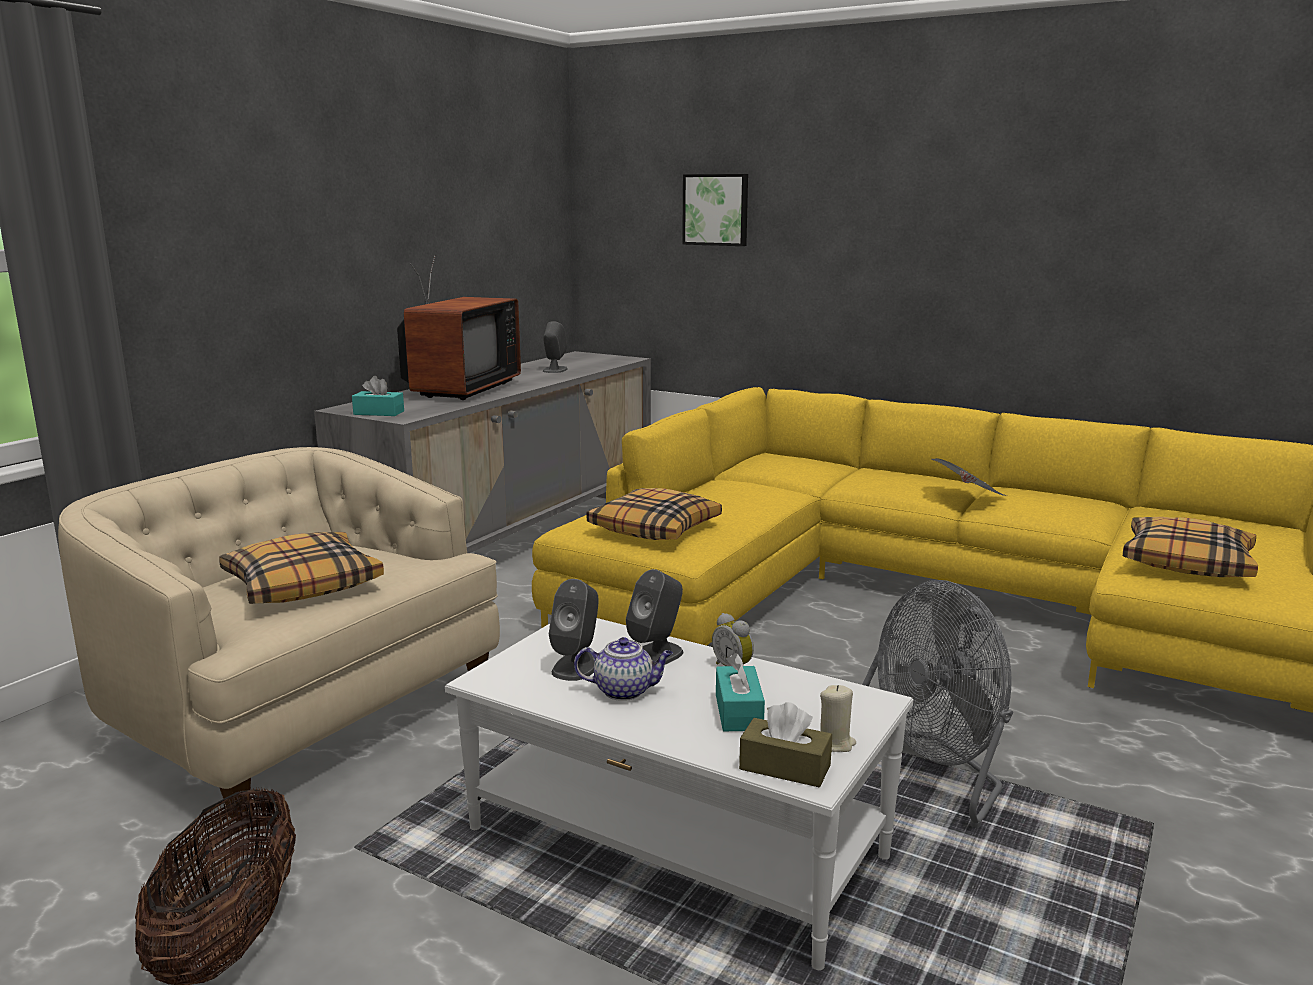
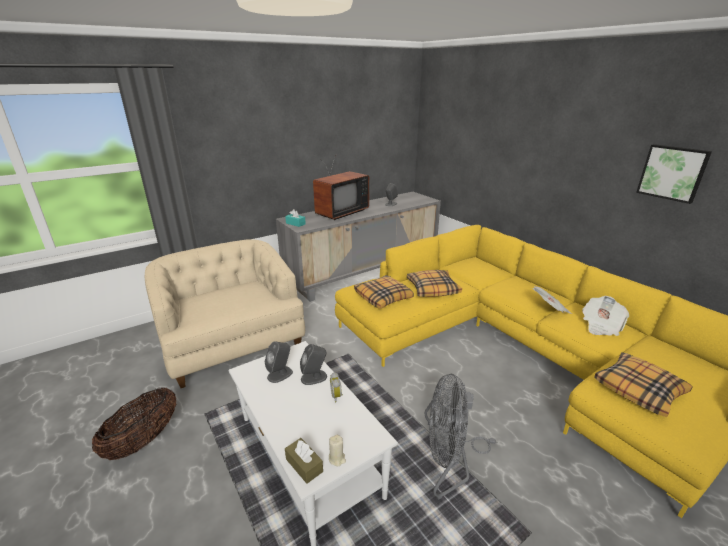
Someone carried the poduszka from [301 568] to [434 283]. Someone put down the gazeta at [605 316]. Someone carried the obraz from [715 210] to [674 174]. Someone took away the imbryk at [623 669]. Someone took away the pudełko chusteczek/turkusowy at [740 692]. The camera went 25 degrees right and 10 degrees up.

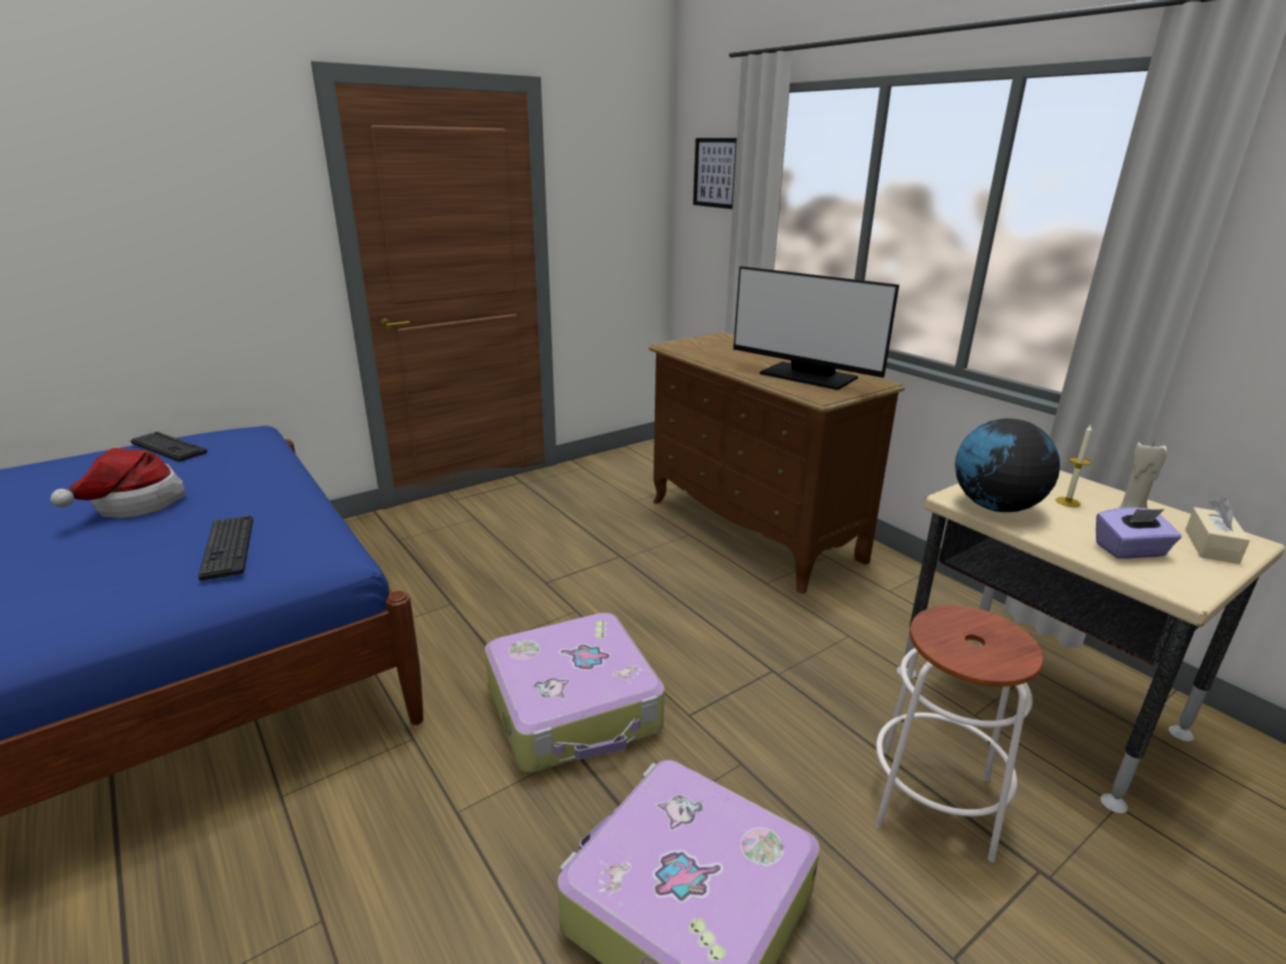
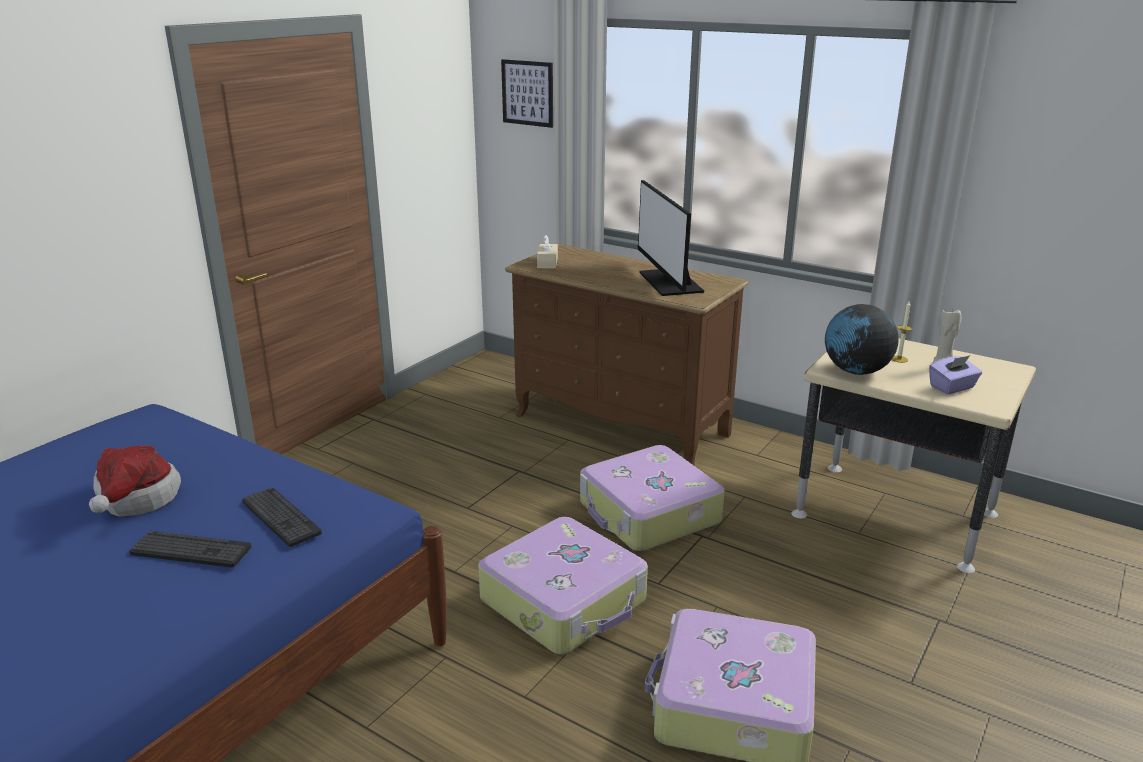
Someone carried the klawiatura from [169 447] to [190 549]. Someone carried the pudełko chusteczek/beżowy from [1217 531] to [547 252]. Someone put down the walizka at [652 498]. Someone rotated the monitor at [816 328] by 60 degrees clockwise. Someone took away the stołek/biały at [959 733]. The camera went 20 degrees left and 0 degrees up.

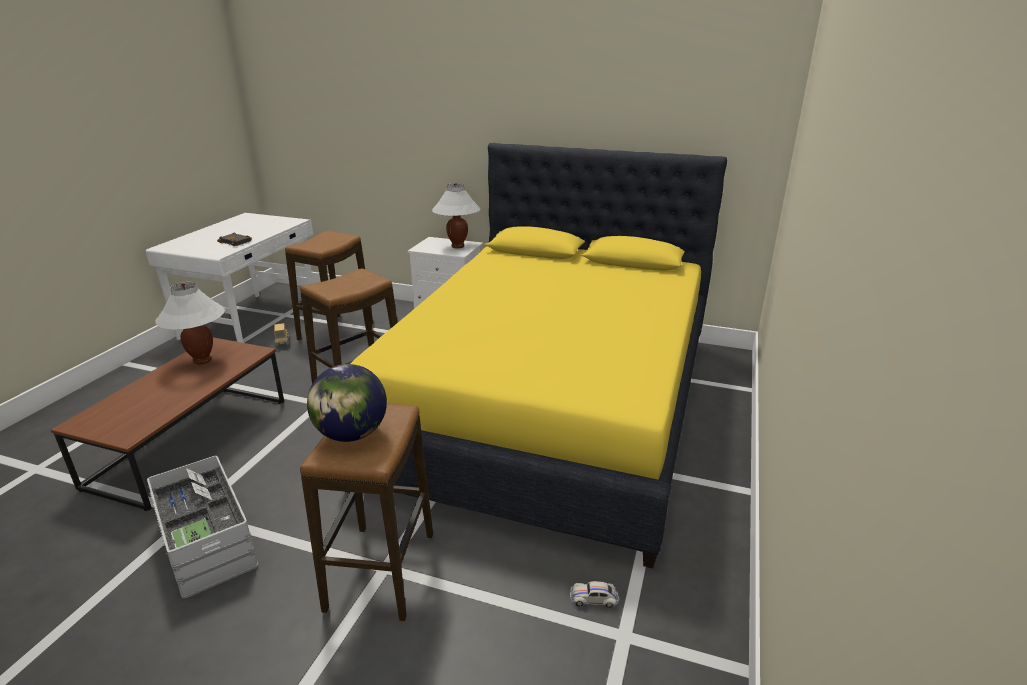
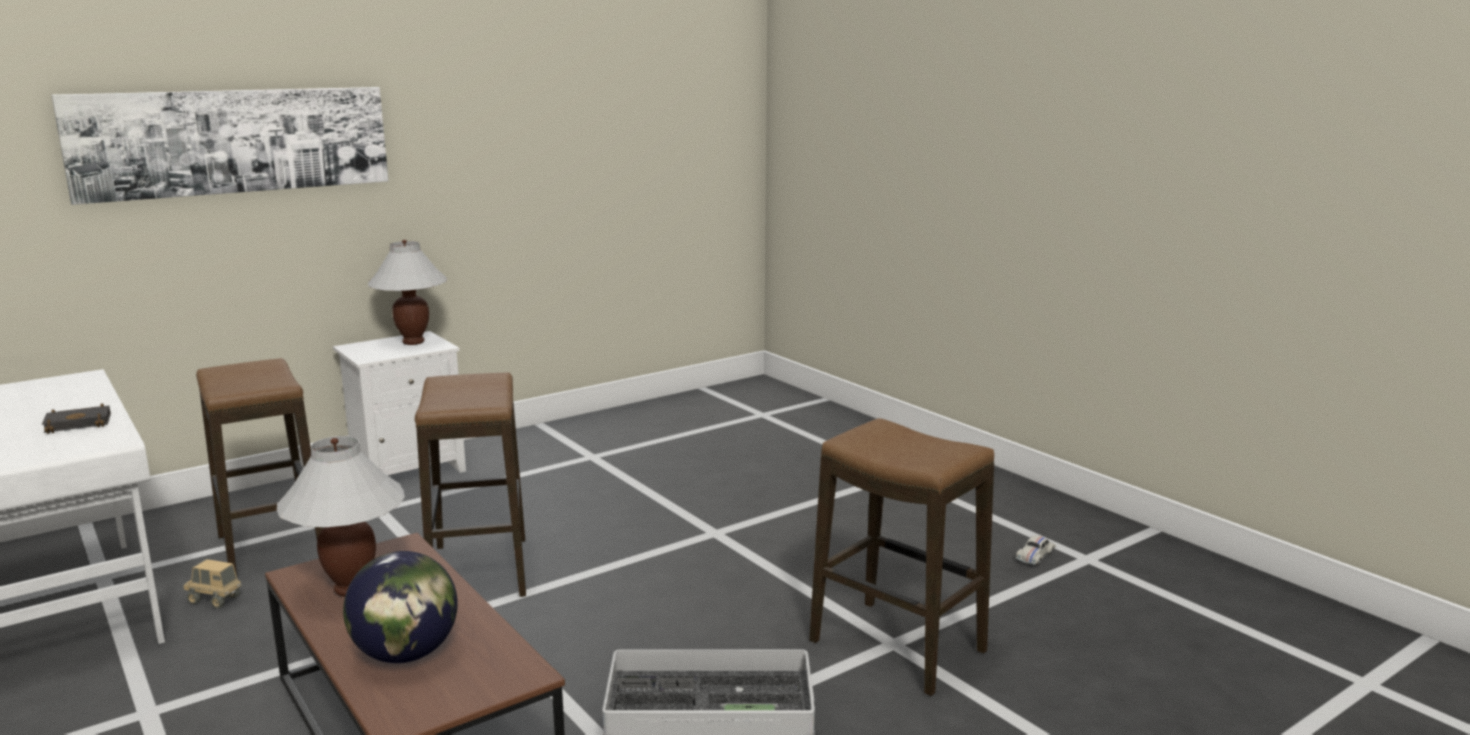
Someone put up the obraz at [219 146]. Someone carried the globus from [347 403] to [400 607]. Someone took away the łóżko/żółty at [535 355]. The camera went 55 degrees left and 10 degrees down.

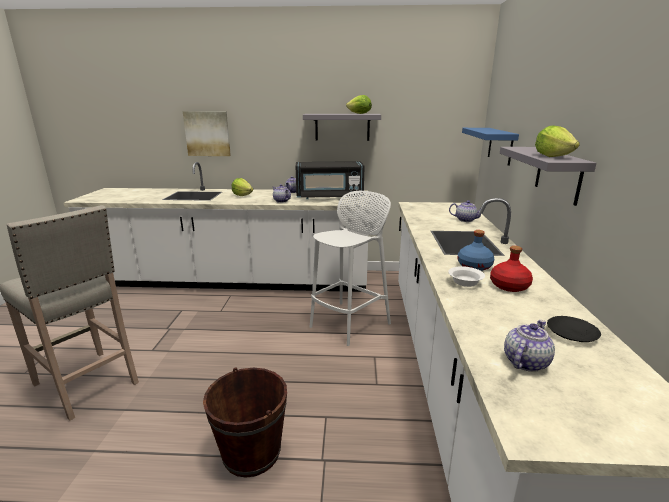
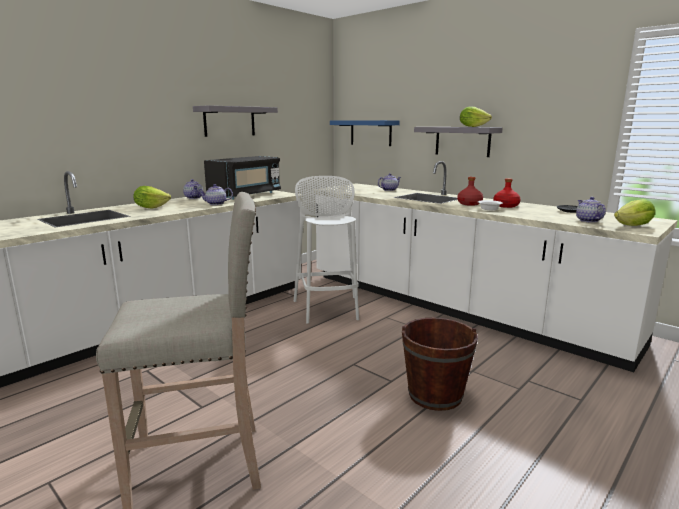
Someone repainted the butelka/niebieski at [476 250], which became the butelka/czerwony at [470 191]. Someone carried the sałata from [359 104] to [635 212]. Someone took away the obraz at [207 133]. The camera went 50 degrees left and 5 degrees down.

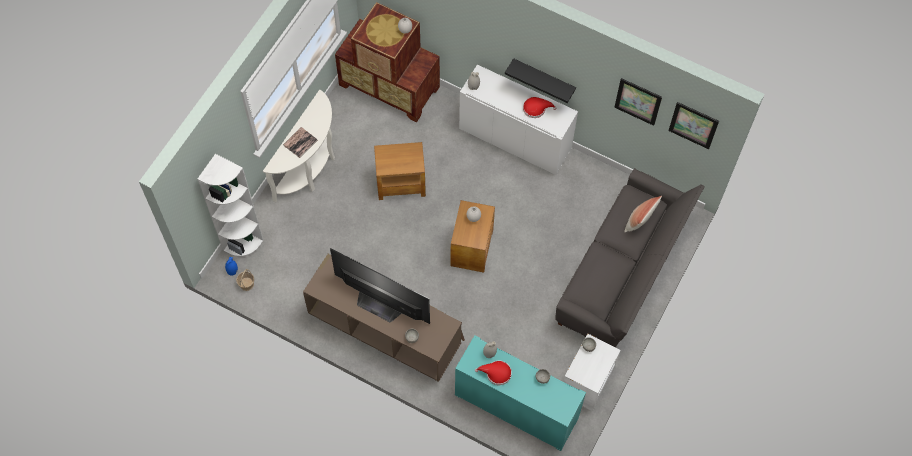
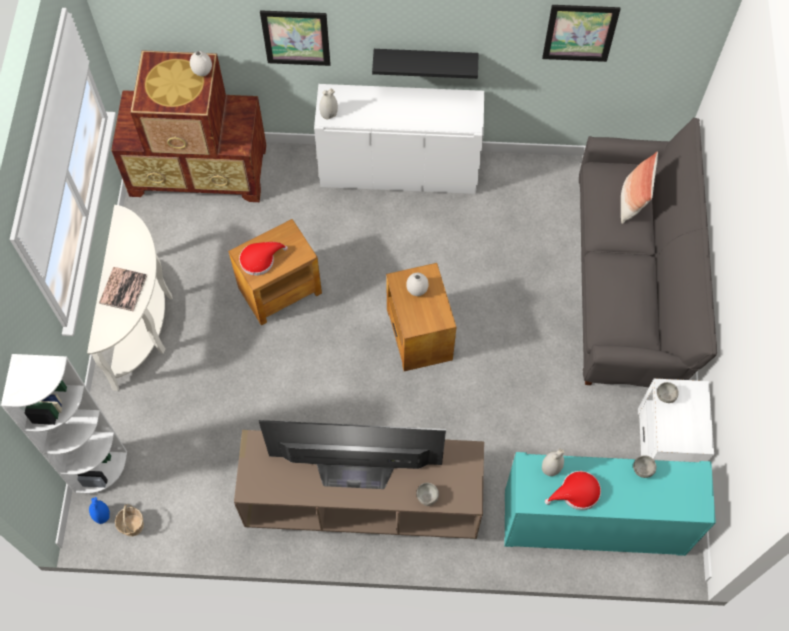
Someone carried the kapelusz/czerwony from [539 107] to [263 259]. Someone carried the obraz from [693 125] to [295 38]. The camera went 25 degrees left and 0 degrees up.

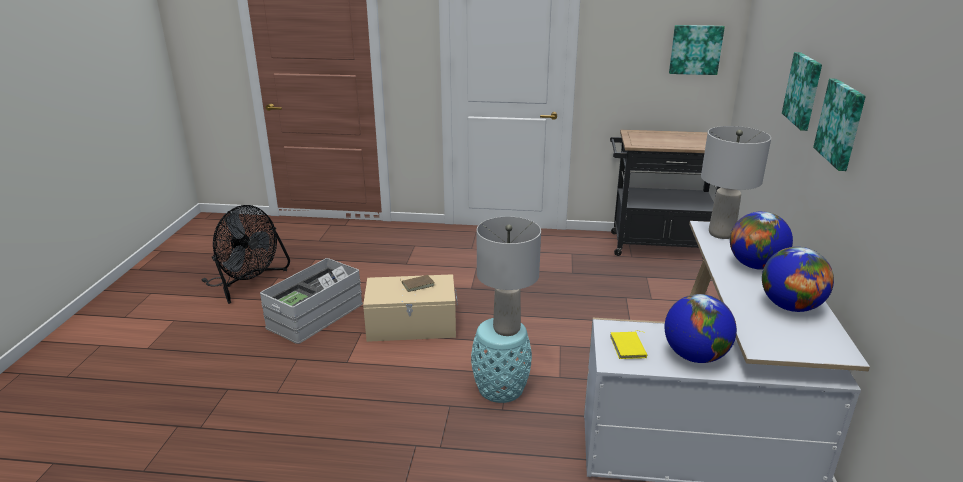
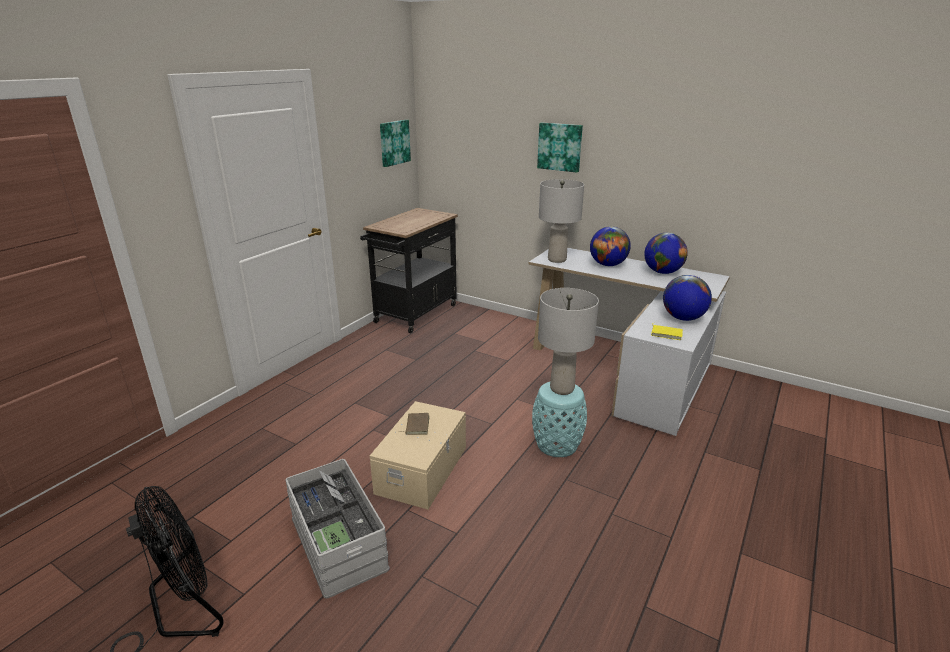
Someone took away the obraz at [839 124]. The camera went 65 degrees left and 0 degrees up.

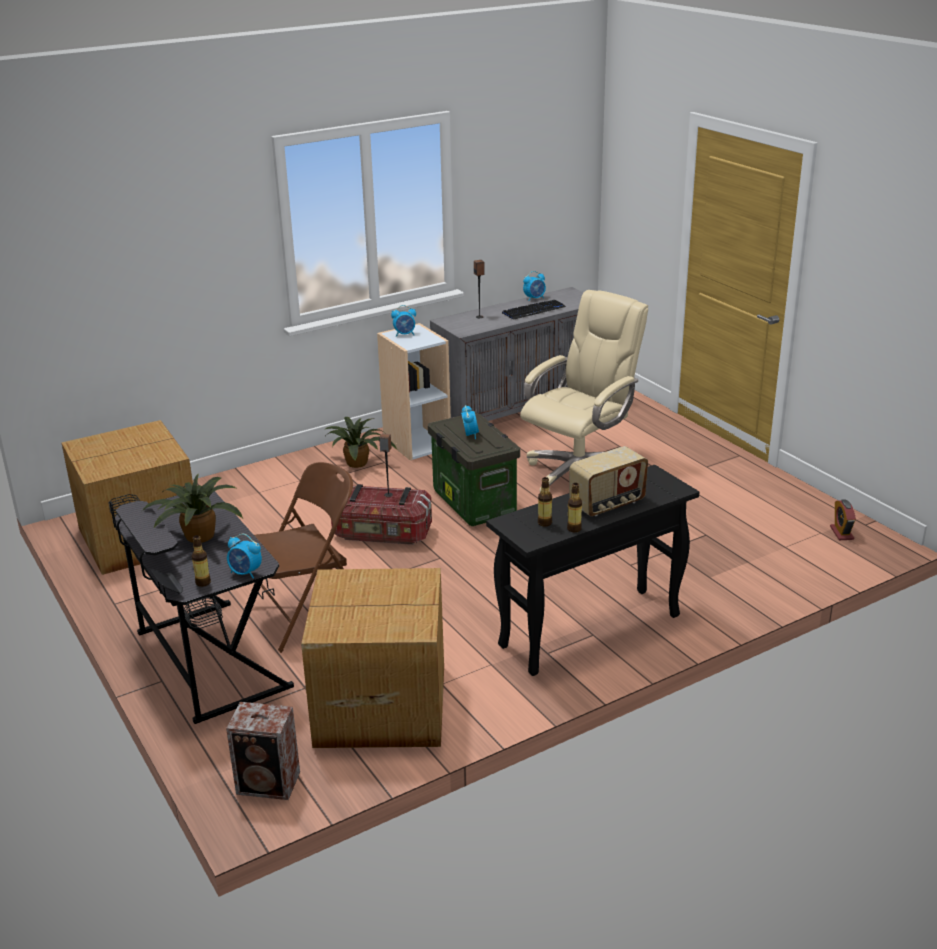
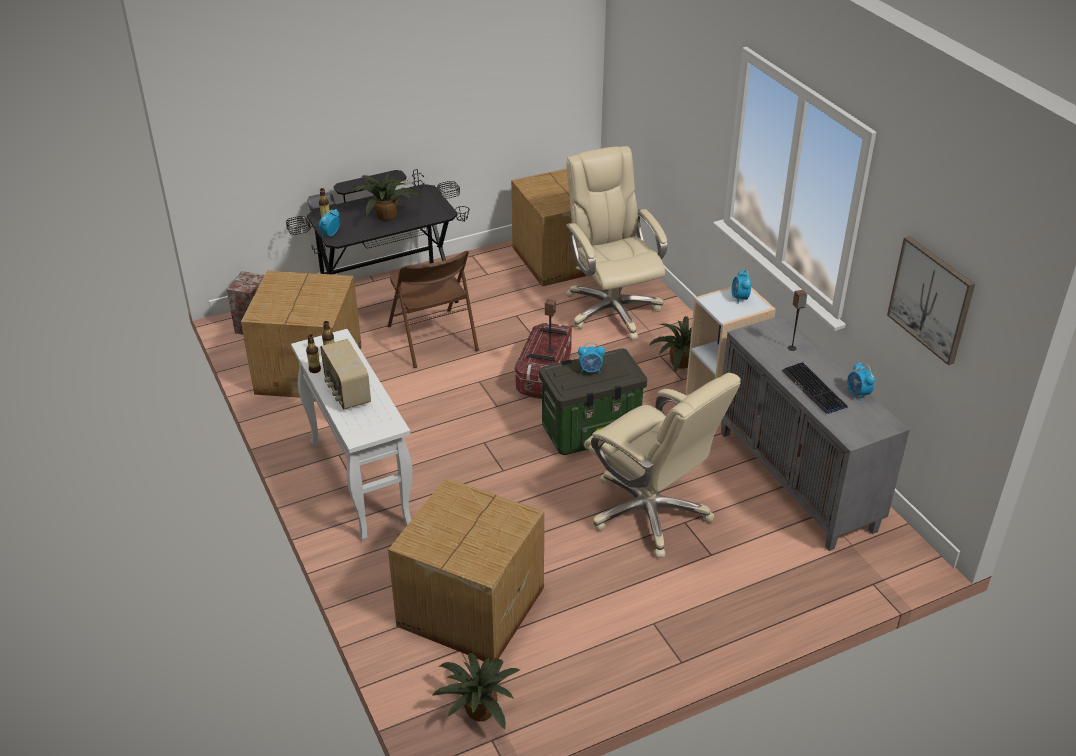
Someone repainted the stolik konsolowy/czarny at [592 570], which became the stolik konsolowy/biały at [351 434]. Someone put down the karton at [466 570]. Someone swapped the budzik at [843 519] for the roślina doniczkowa at [476 691]. Someone put down the krzesło biurowe/beżowy at [617 243]. Someone put up the obraz at [931 300]. The camera went 95 degrees right and 10 degrees up.

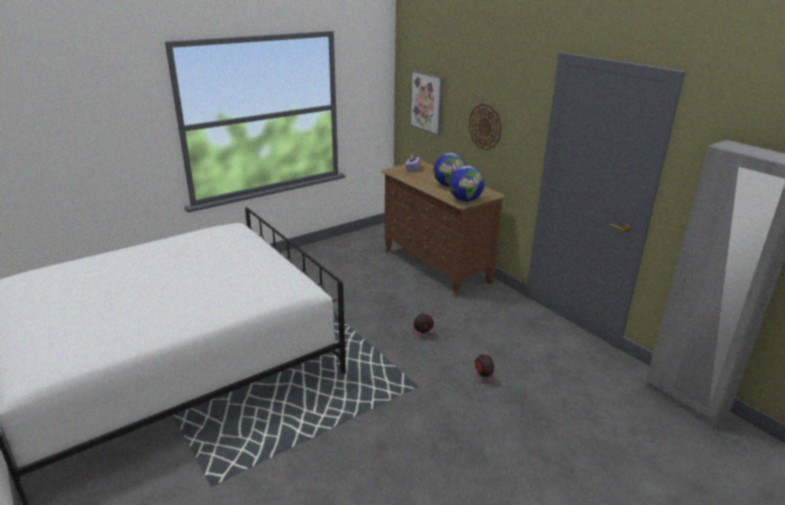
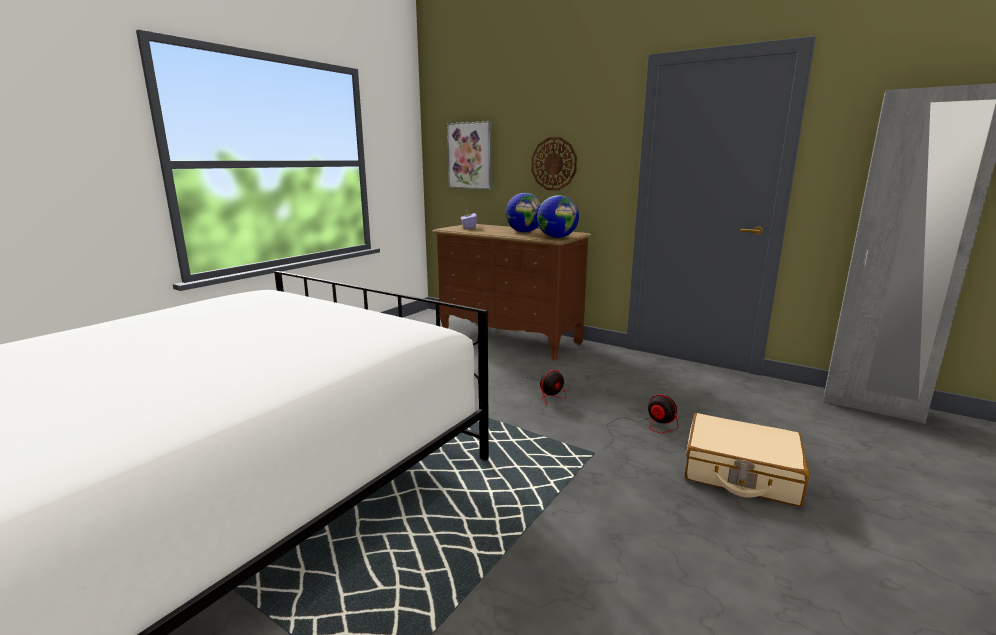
Someone put down the walizka/beżowy at [747 460]. The camera went 20 degrees left and 10 degrees down.

